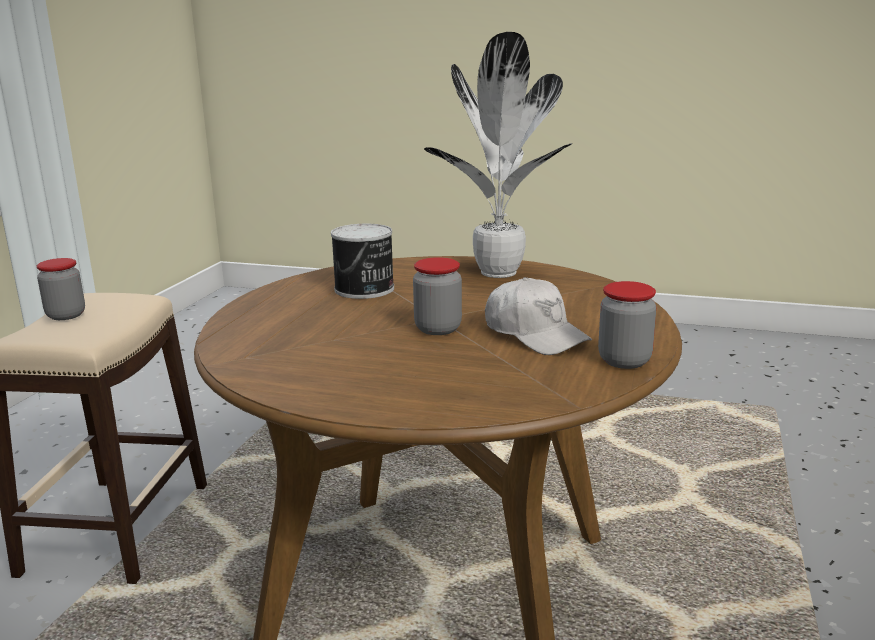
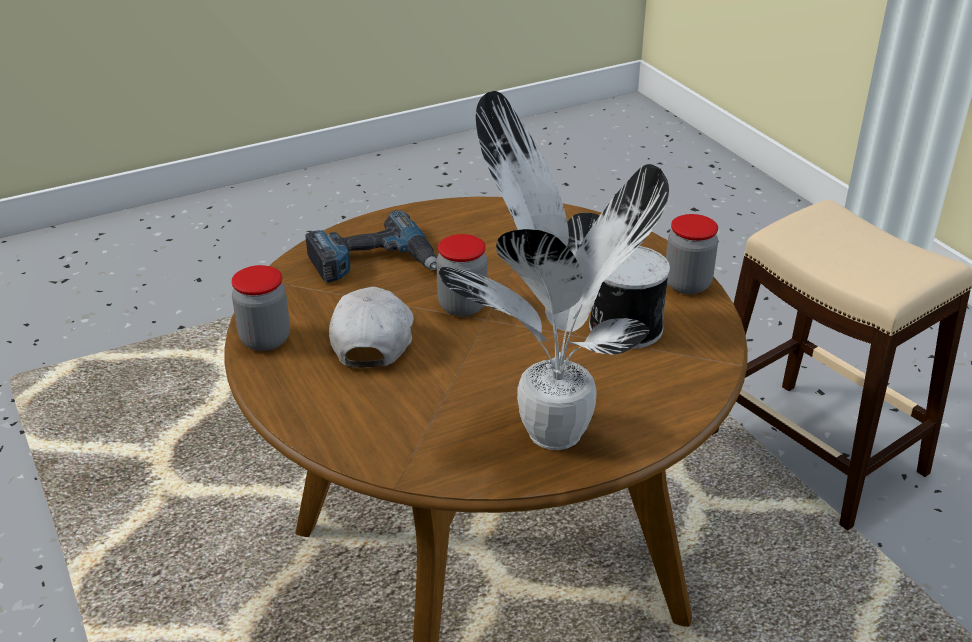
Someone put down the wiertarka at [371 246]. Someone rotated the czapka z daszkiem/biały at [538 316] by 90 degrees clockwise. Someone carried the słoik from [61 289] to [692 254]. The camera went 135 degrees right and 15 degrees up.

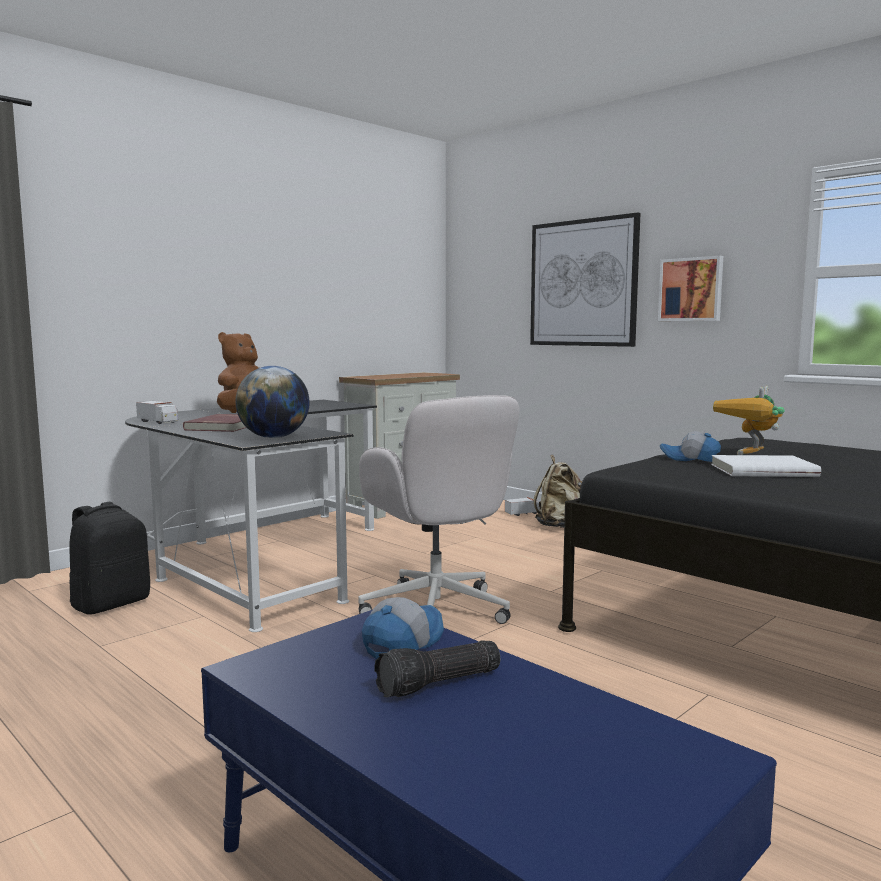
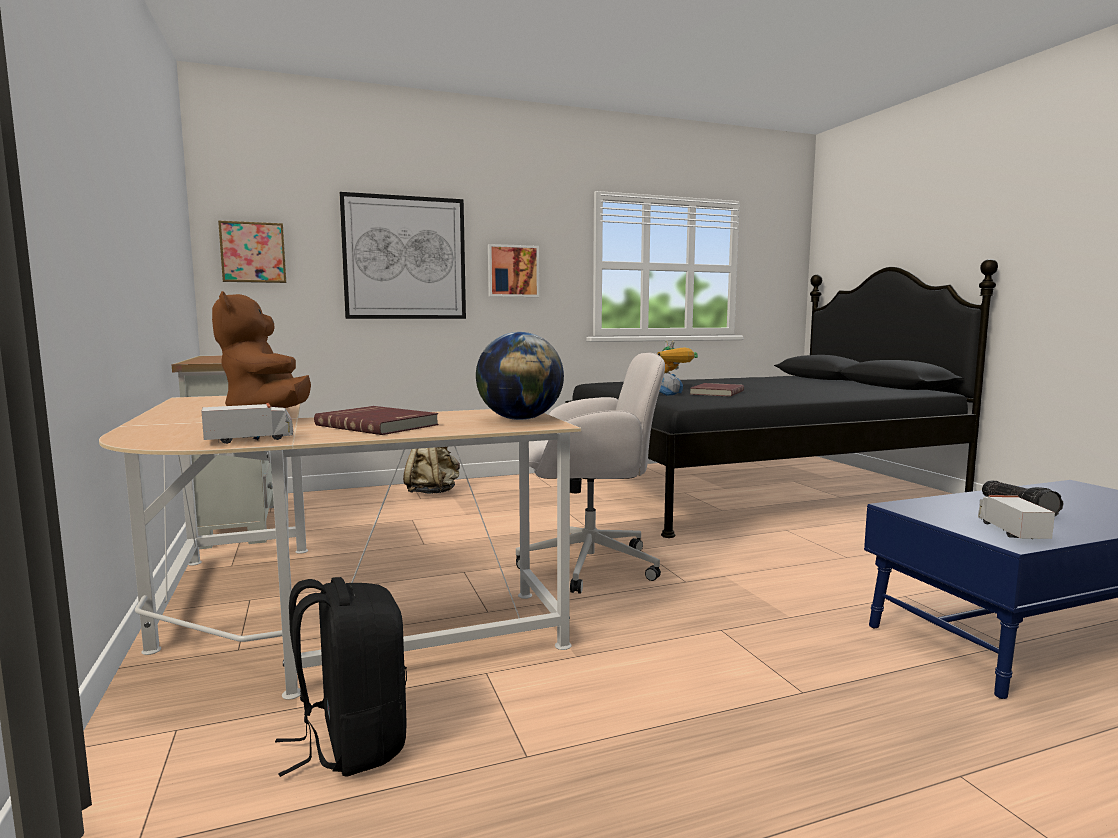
Someone repainted the biurko/czarny at [251 516], which became the biurko/beżowy at [340 548]. Someone put up the obraz at [252 252]. Someone repainted the książka/biały at [766 466], which became the książka/czerwony at [717 390]. Someone carried the ciężarówka zabawkowa from [522 506] to [1016 517]. Someone took away the czapka z daszkiem at [403 628]. The camera went 65 degrees left and 0 degrees up.

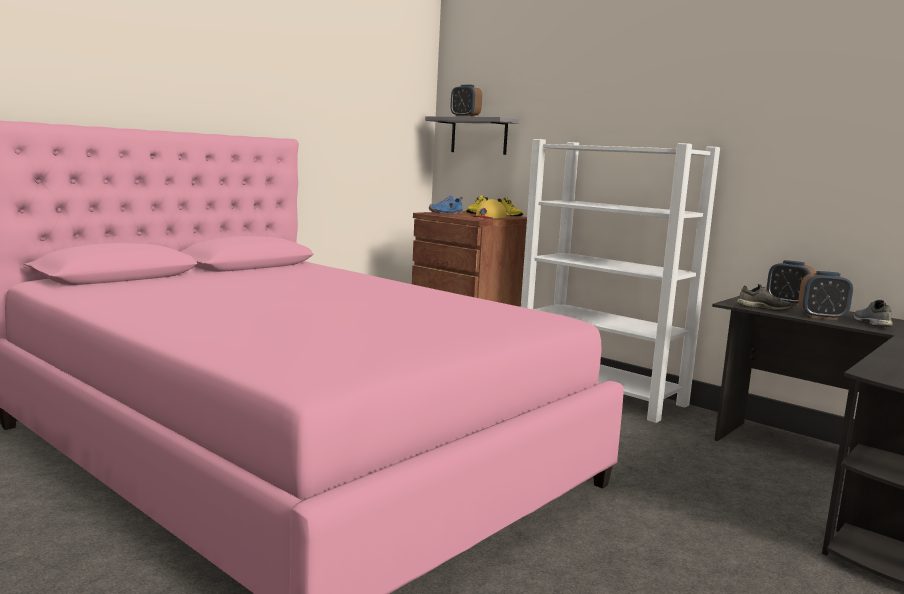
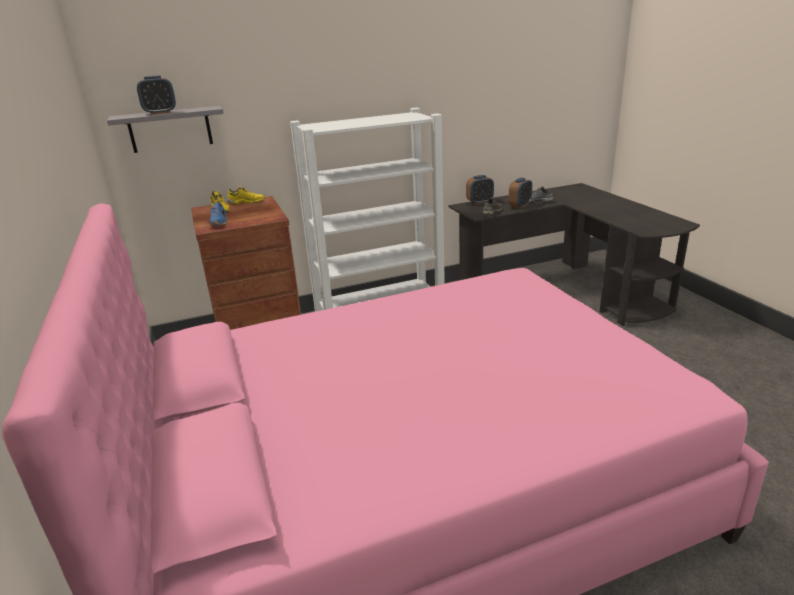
Someone took away the czapka z daszkiem/żółty at [489 209]. The camera went 60 degrees left and 15 degrees up.

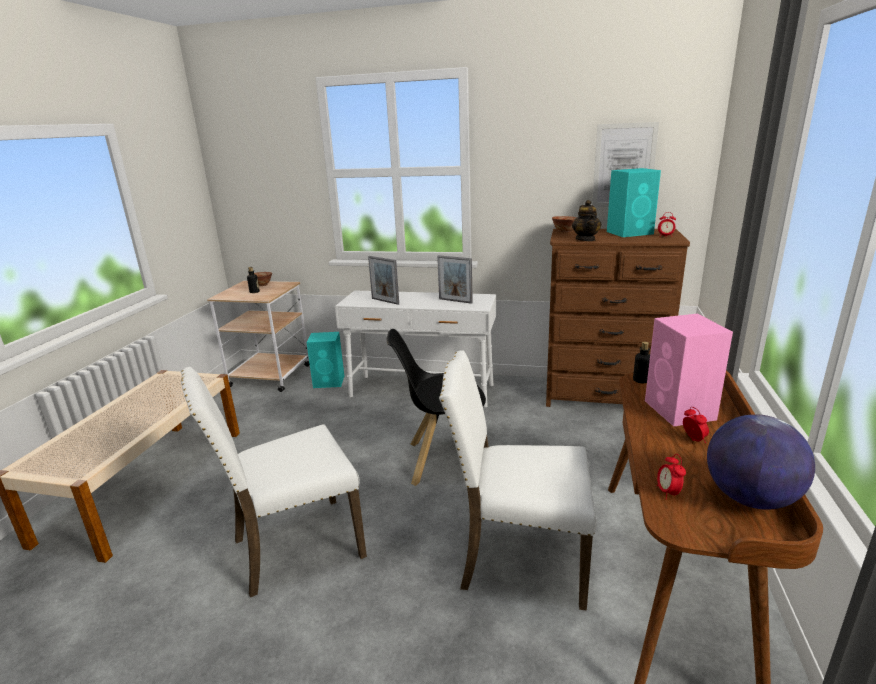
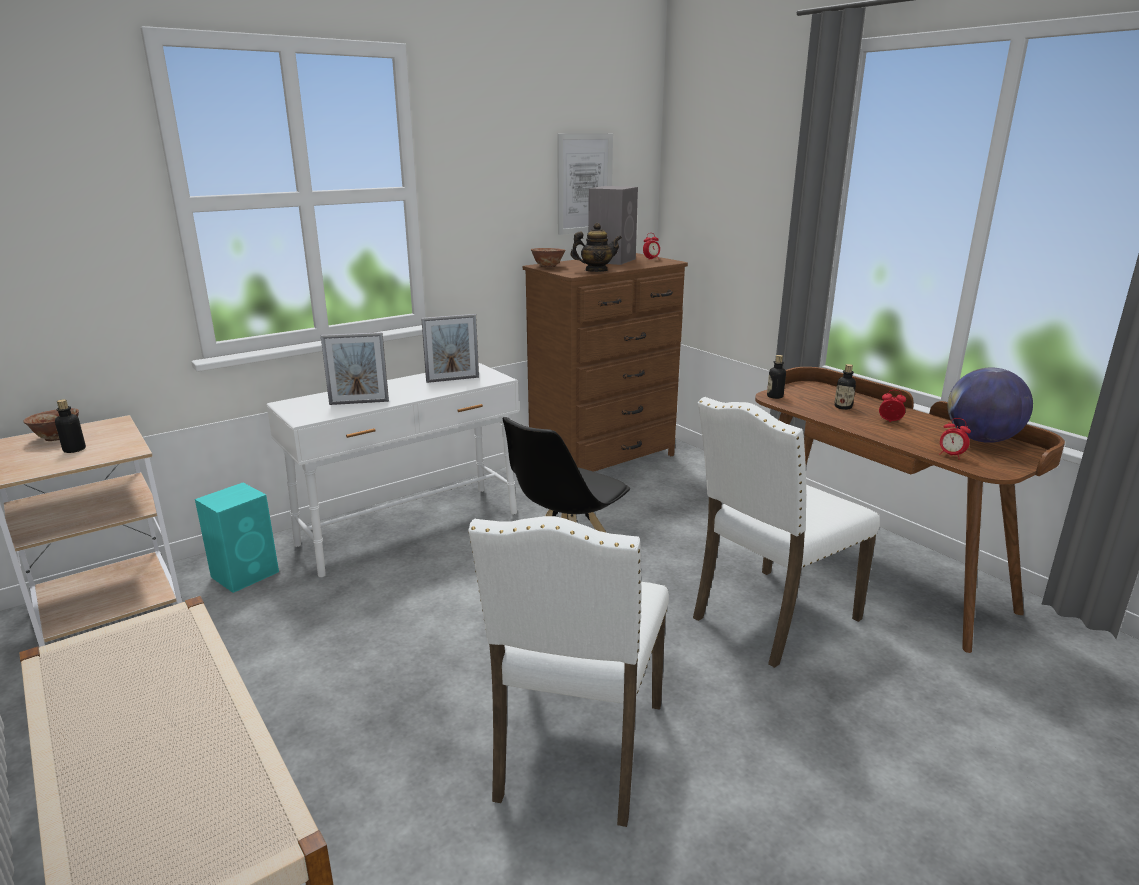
Someone rotated the imbryk at [586 220] by 45 degrees counterclockwise. Someone repainted the głośnik/turkusowy at [634 202], which became the głośnik/szary at [613 225]. Someone swapped the głośnik/różowy at [689 370] for the butelka at [845 387]. The camera went 50 degrees left and 0 degrees up.

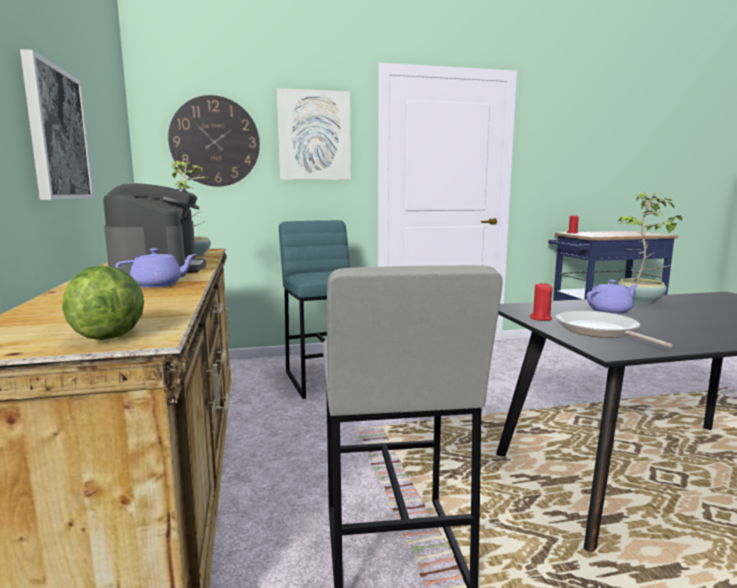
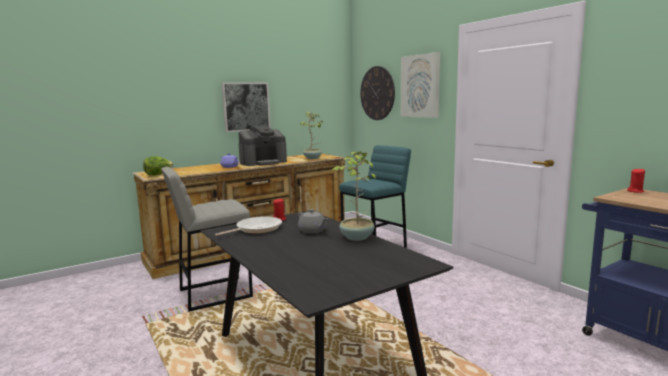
Someone repainted the imbryk/fioletowy at [612 297], which became the imbryk/szary at [313 221]. The camera went 70 degrees right and 0 degrees up.

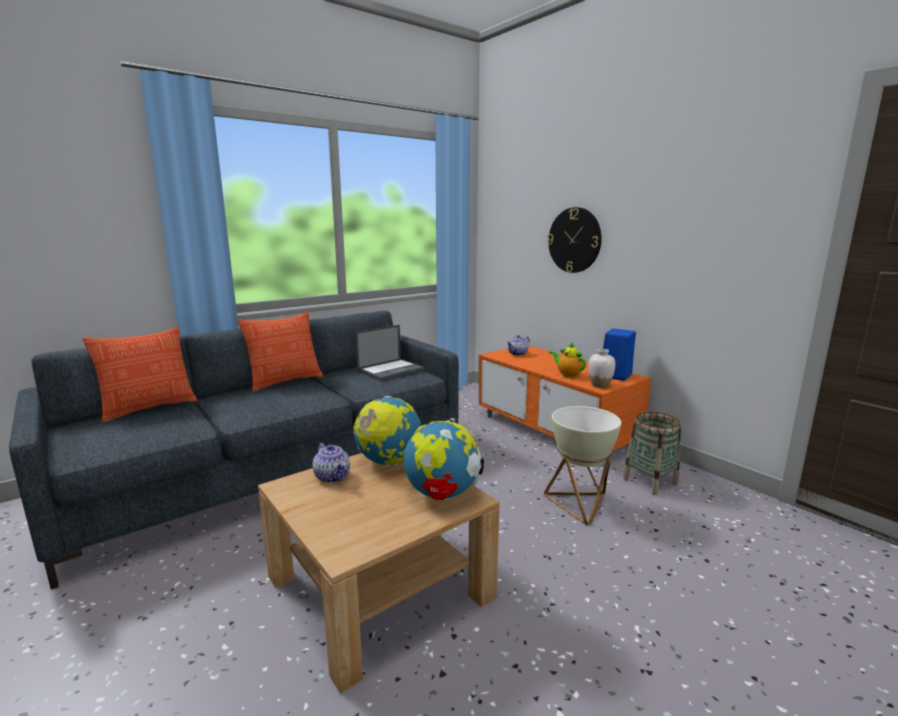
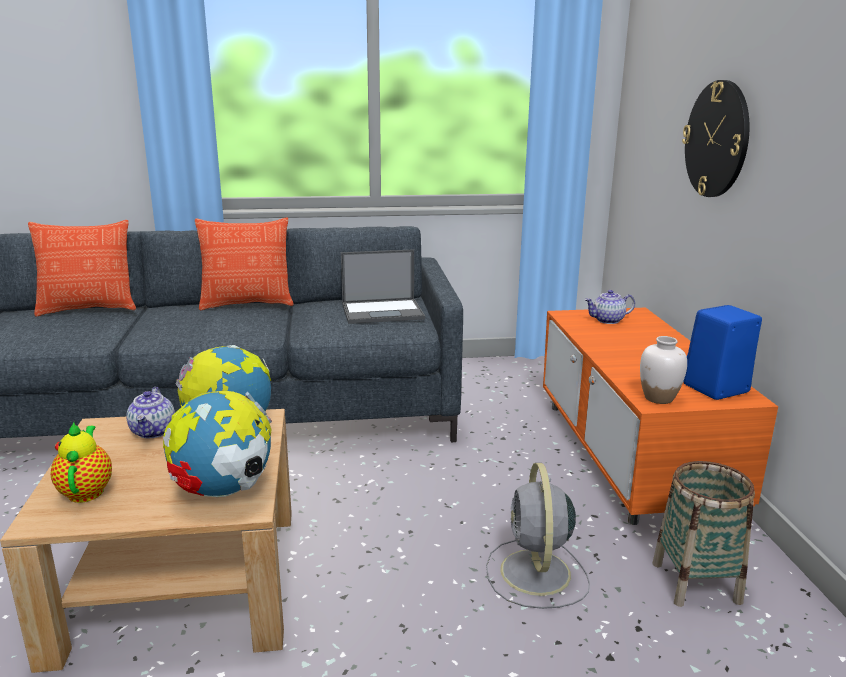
Someone carried the imbryk from [567 360] to [81 462]. Someone swapped the donica at [582 465] for the wentylator/szary at [538 536]. The camera went 30 degrees right and 5 degrees up.

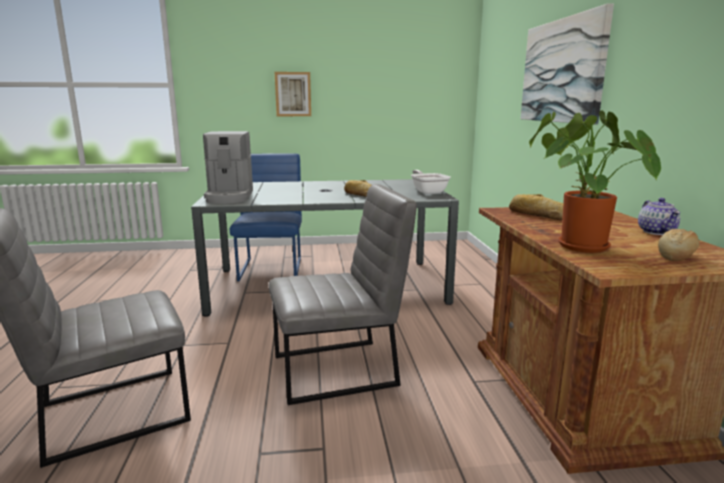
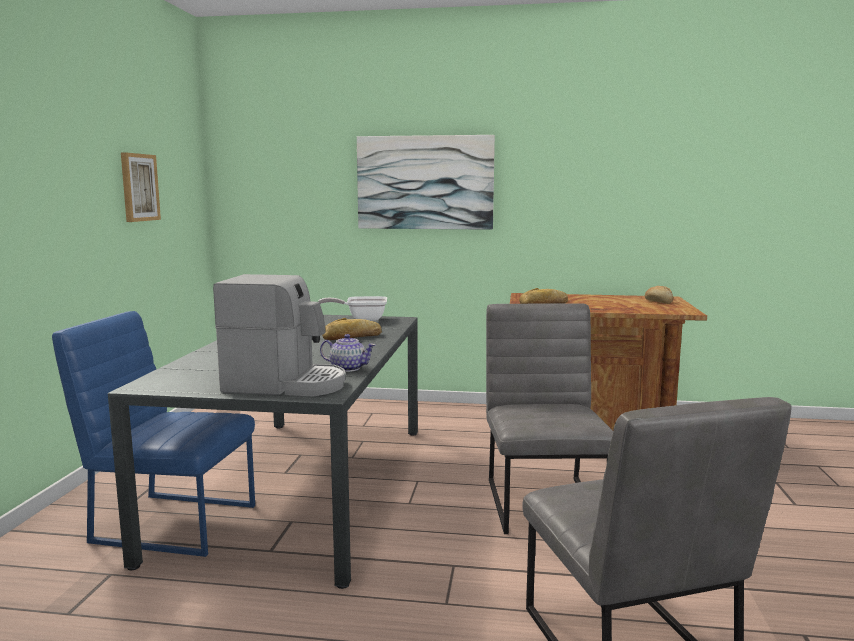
Someone carried the obraz from [293 94] to [141 187]. Someone carried the imbryk from [659 216] to [348 353]. Someone took away the roślina doniczkowa at [595 181]. The camera went 75 degrees left and 5 degrees down.

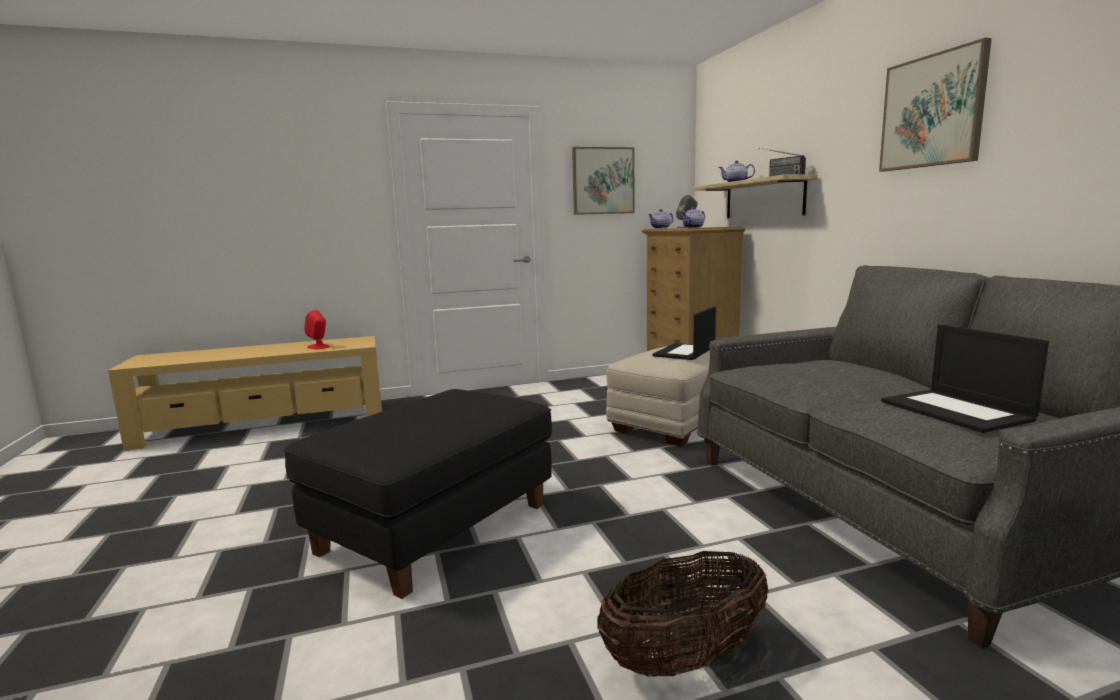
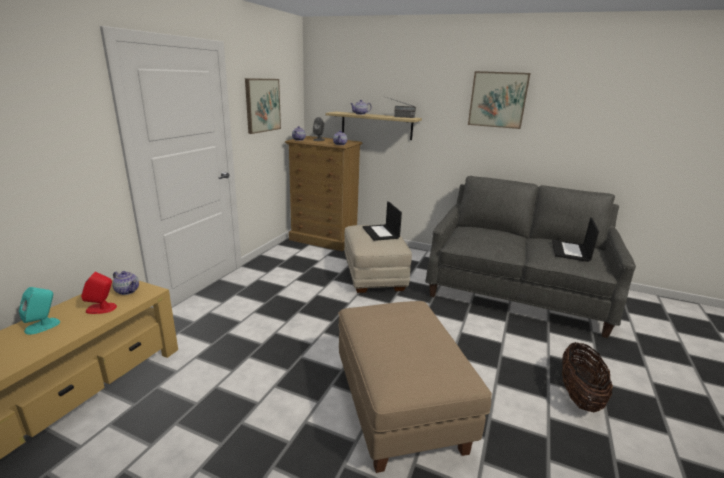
Someone put down the głośnik/turkusowy at [39 311]. Someone put down the imbryk at [125 283]. Someone repainted the pufa/czarny at [418 494], which became the pufa/beżowy at [415 387]. Someone rotated the laptop at [965 378] by 90 degrees clockwise. The camera went 50 degrees left and 10 degrees up.

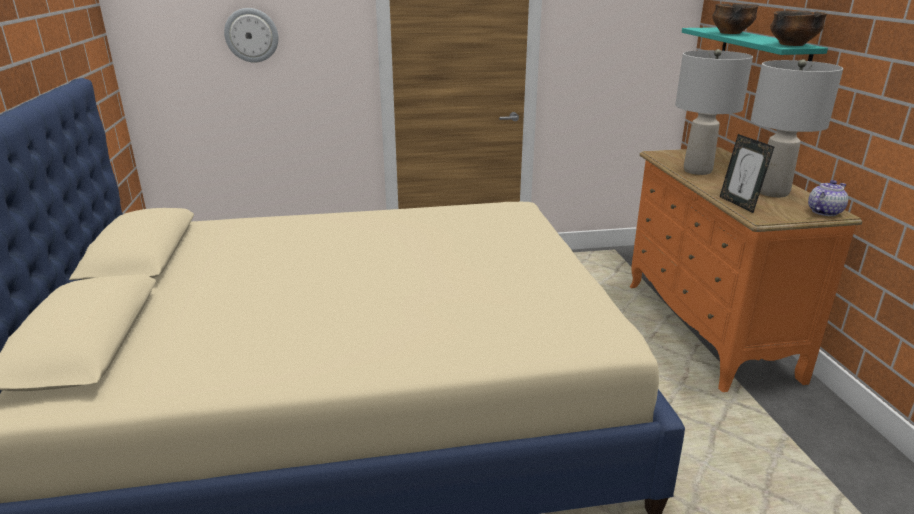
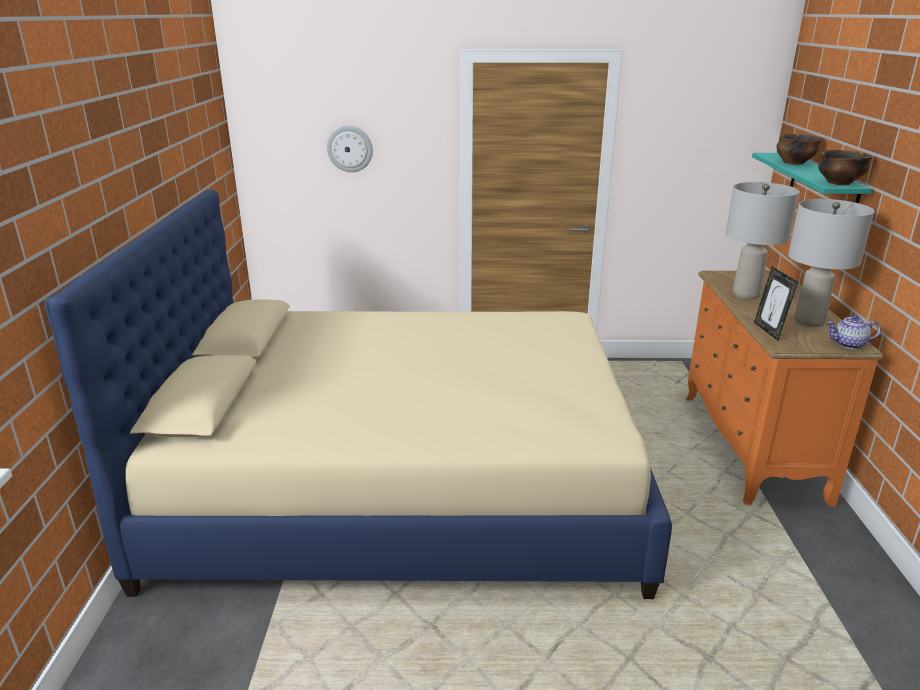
Someone rotated the imbryk at [828 198] by 150 degrees counterclockwise. The camera went 10 degrees right and 0 degrees up.

